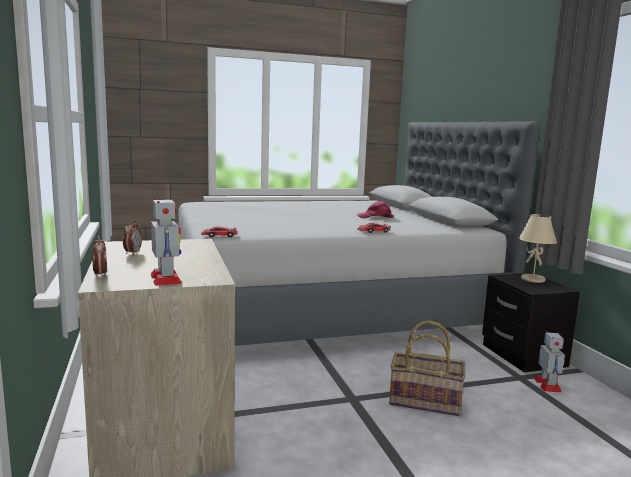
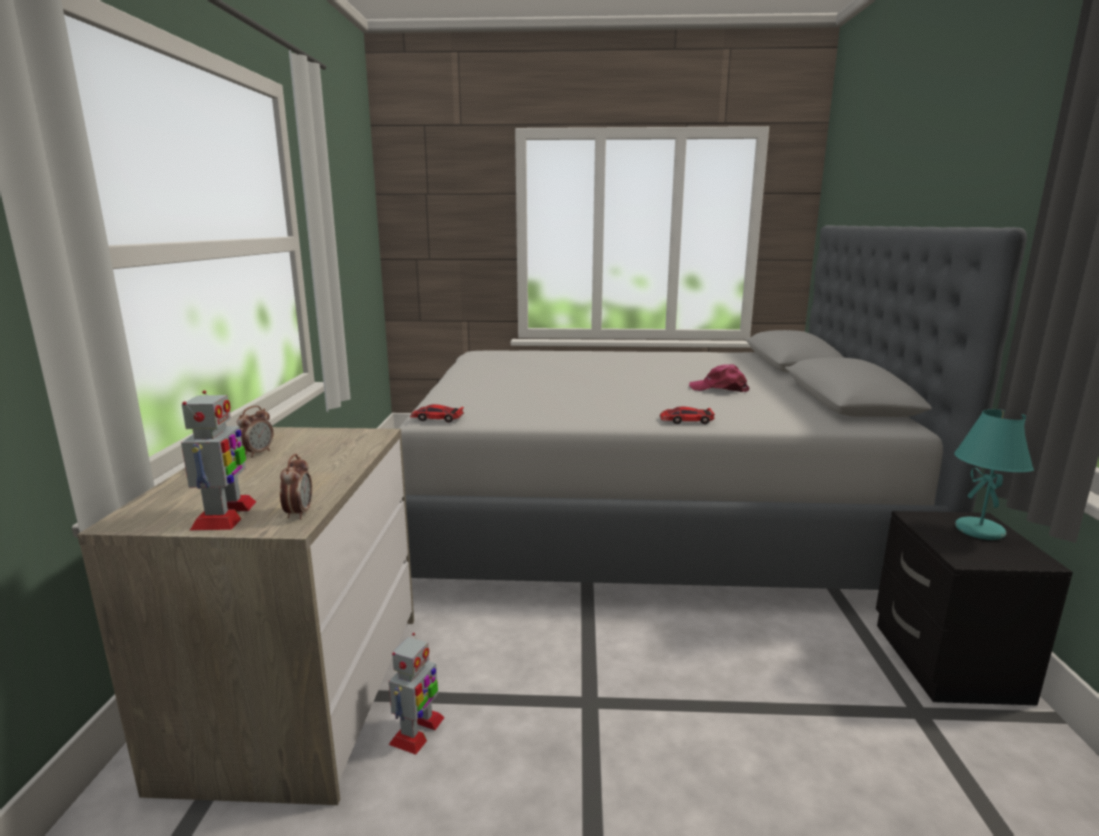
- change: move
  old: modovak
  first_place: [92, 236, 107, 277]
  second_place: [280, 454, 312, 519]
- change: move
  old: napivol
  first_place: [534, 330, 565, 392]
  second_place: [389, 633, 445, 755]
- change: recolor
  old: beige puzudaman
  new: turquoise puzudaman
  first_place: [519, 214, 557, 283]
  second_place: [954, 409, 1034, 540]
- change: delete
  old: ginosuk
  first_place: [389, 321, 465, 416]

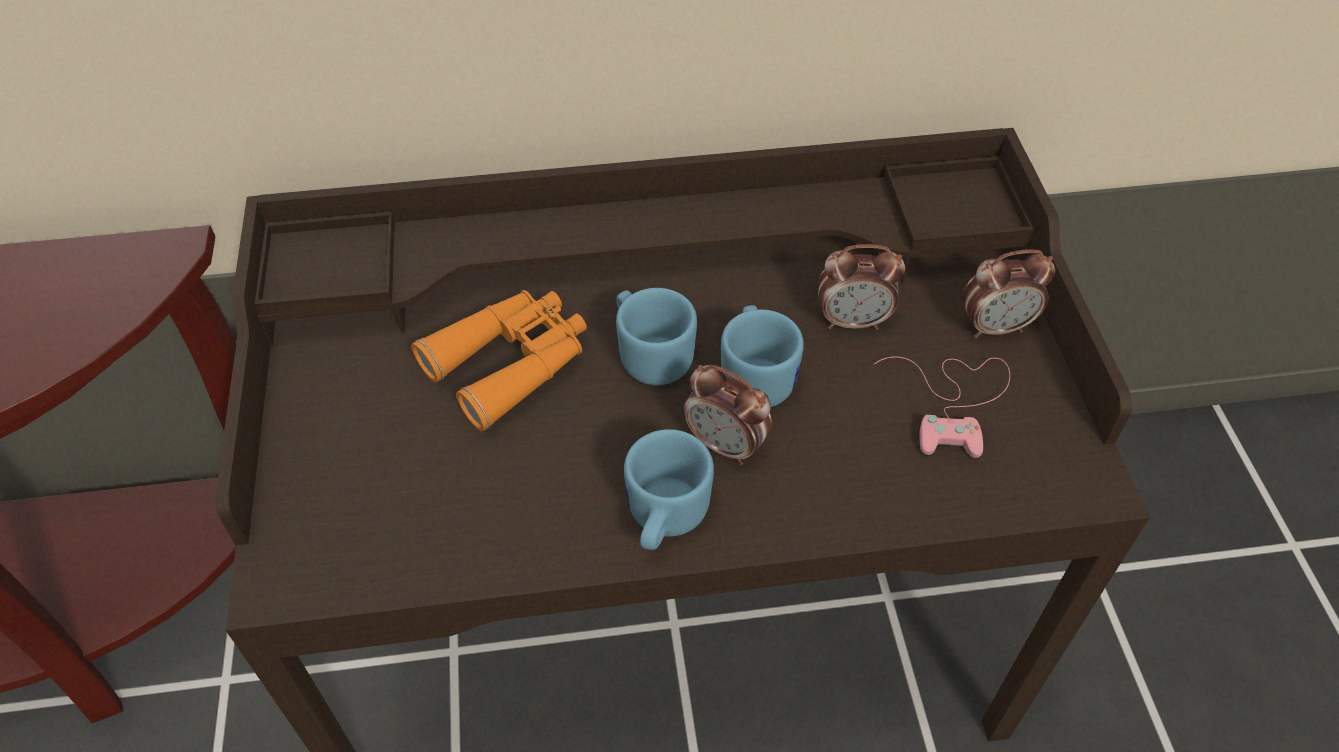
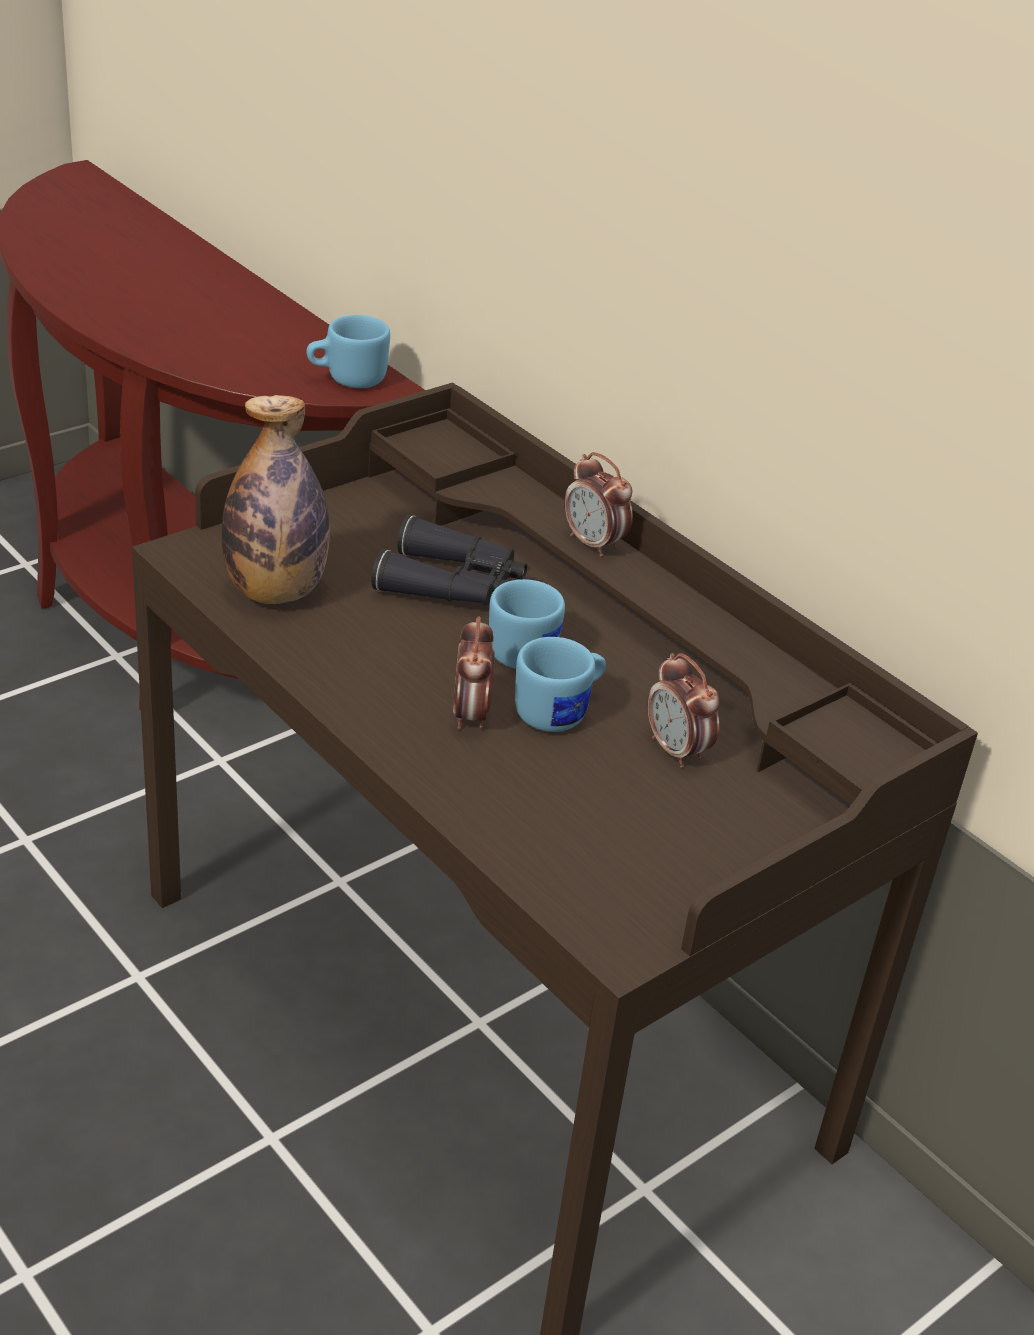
- change: insert
  new: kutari
  second_place: [222, 395, 330, 604]
- change: move
  old: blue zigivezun
  first_place: [624, 429, 714, 550]
  second_place: [307, 315, 390, 388]
- change: recolor
  old: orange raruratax
  new: black raruratax
  first_place: [411, 290, 587, 432]
  second_place: [372, 515, 527, 606]
- change: move
  old: modovak
  first_place: [962, 249, 1055, 338]
  second_place: [564, 452, 633, 557]
- change: delete
  old: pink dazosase
  first_place: [874, 356, 1010, 458]

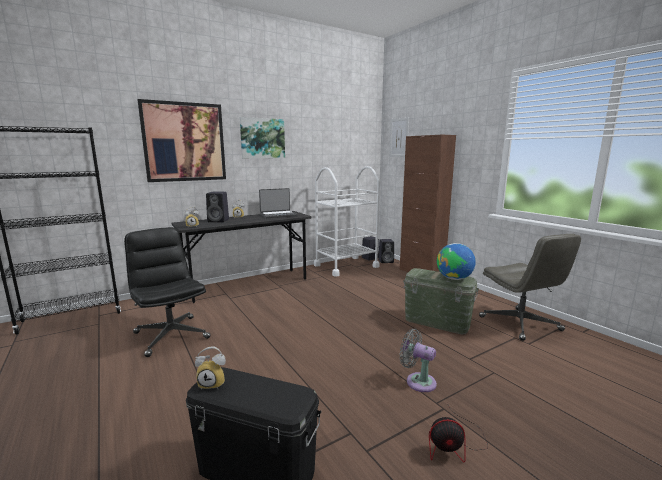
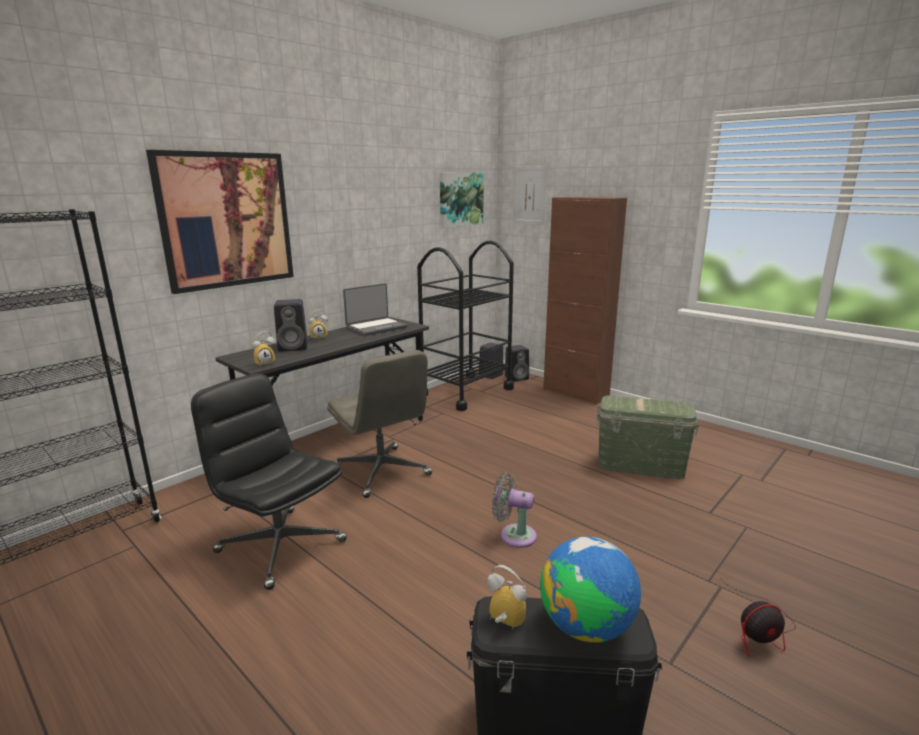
- change: move
  old: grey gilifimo
  first_place: [479, 234, 581, 341]
  second_place: [327, 350, 432, 498]
- change: recolor
  old: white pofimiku
  new: black pofimiku
  first_place: [314, 166, 380, 277]
  second_place: [417, 241, 514, 411]
- change: move
  old: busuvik
  first_place: [240, 117, 285, 159]
  second_place: [440, 172, 484, 228]
- change: rotate
  old: modovak
  first_place: [195, 346, 226, 390]
  second_place: [487, 565, 527, 629]
  degrees: -135
- change: move
  old: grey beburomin
  first_place: [399, 329, 437, 392]
  second_place: [492, 472, 537, 548]
- change: move
  old: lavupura
  first_place: [437, 243, 476, 280]
  second_place: [540, 537, 641, 643]

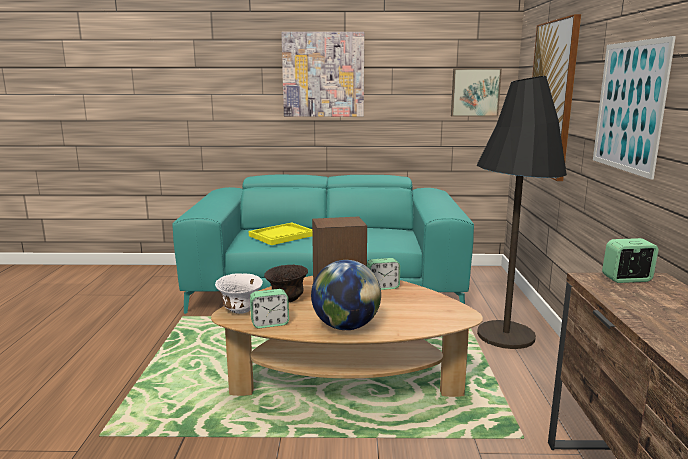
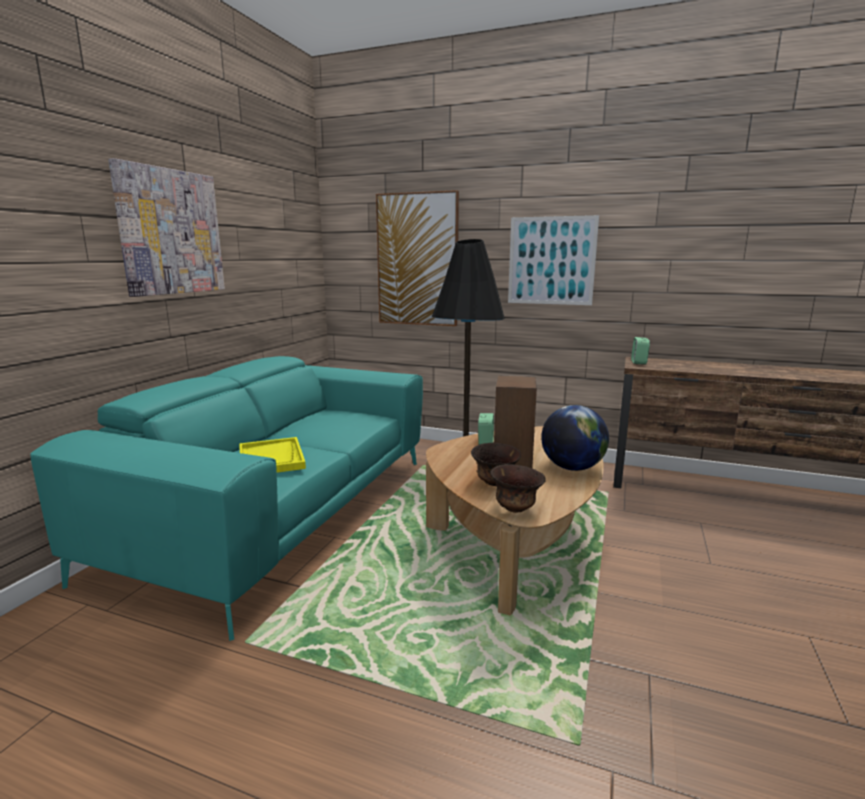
- change: recolor
  old: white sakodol
  new: brown sakodol
  first_place: [215, 273, 263, 314]
  second_place: [490, 464, 546, 513]
- change: delete
  old: modovak
  first_place: [250, 289, 289, 328]
- change: delete
  old: busuvik
  first_place: [451, 68, 502, 117]

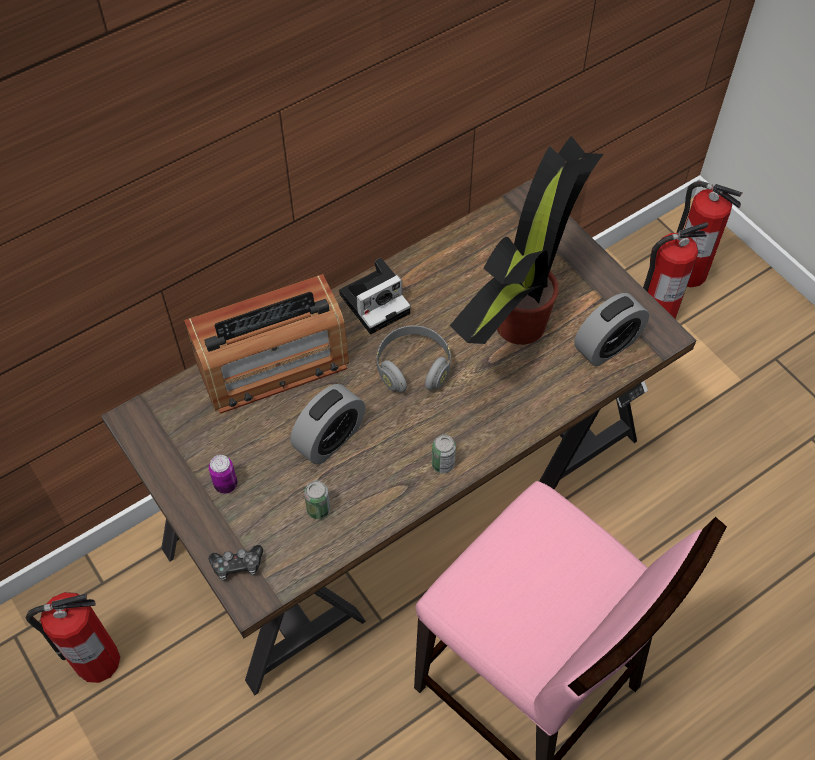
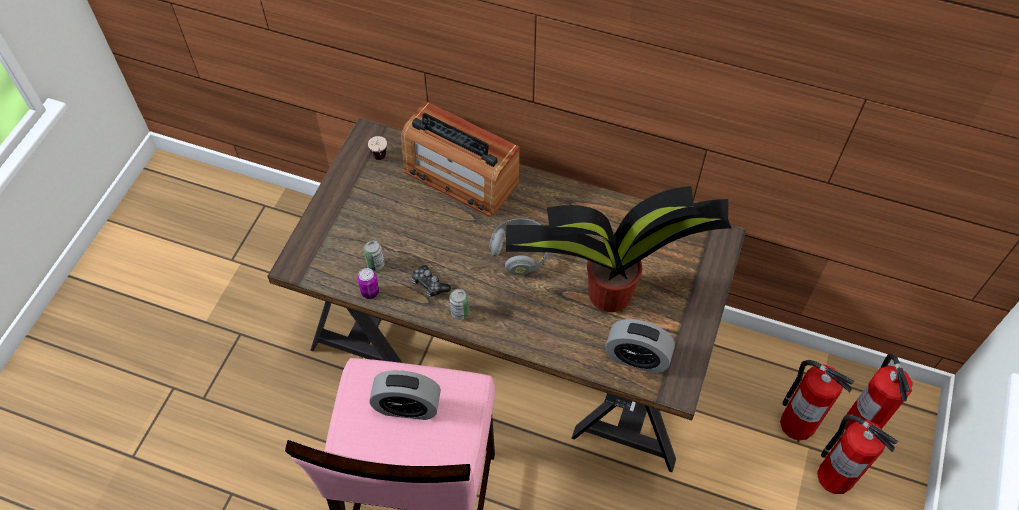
- change: move
  old: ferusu
  first_place: [209, 455, 237, 494]
  second_place: [357, 268, 379, 299]
- change: insert
  new: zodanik
  second_place: [368, 136, 387, 160]
- change: move
  old: modovak
  first_place: [291, 384, 365, 464]
  second_place: [369, 370, 441, 420]
- change: move
  old: dazosase
  first_place: [209, 545, 263, 581]
  second_place: [411, 265, 451, 297]
- change: move
  old: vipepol
  first_place: [25, 592, 120, 683]
  second_place: [817, 414, 898, 494]
- change: delete
  old: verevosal
  first_place: [339, 258, 411, 334]

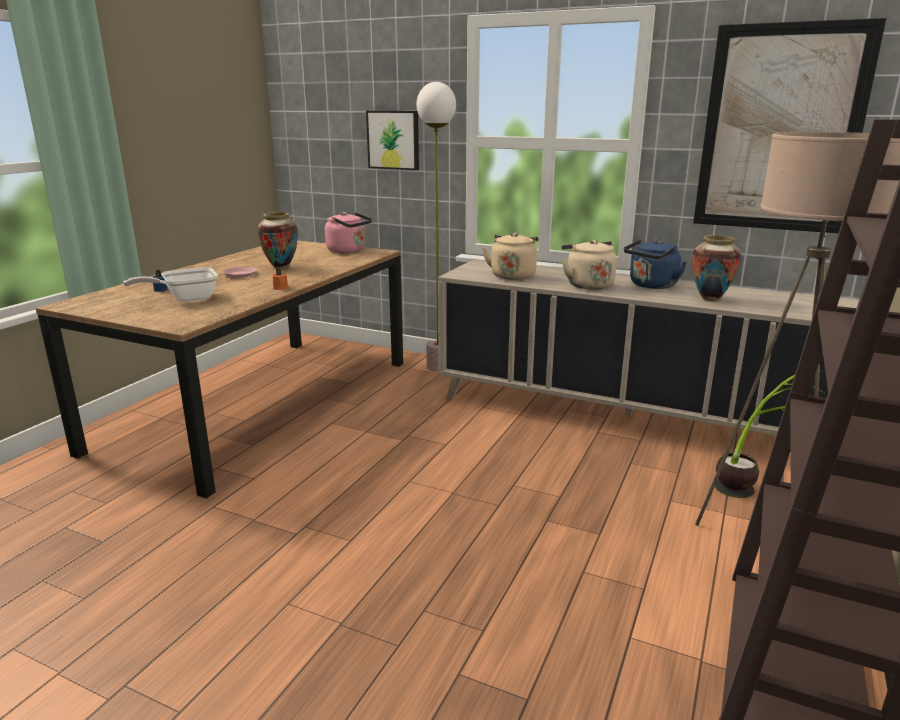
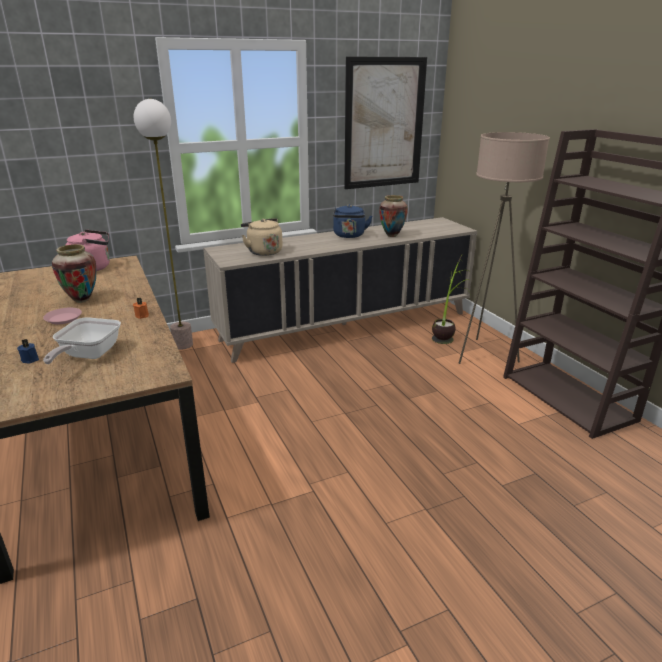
- change: delete
  old: busuvik
  first_place: [366, 111, 419, 170]
- change: delete
  old: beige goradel
  first_place: [562, 240, 617, 289]

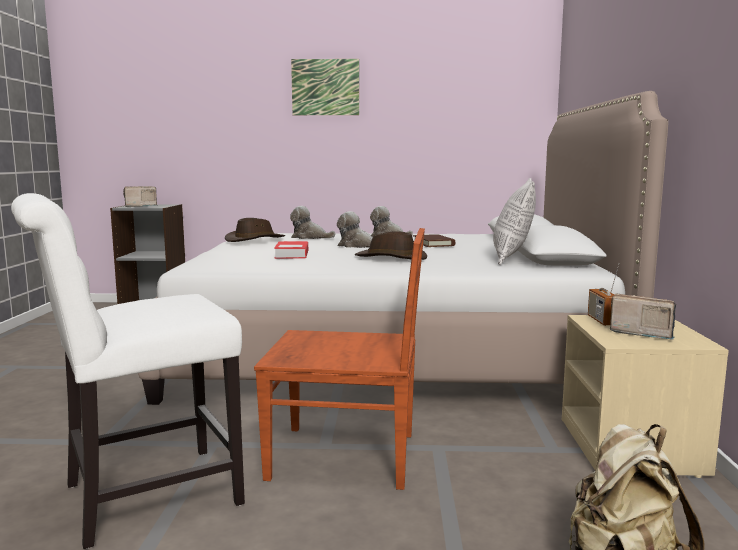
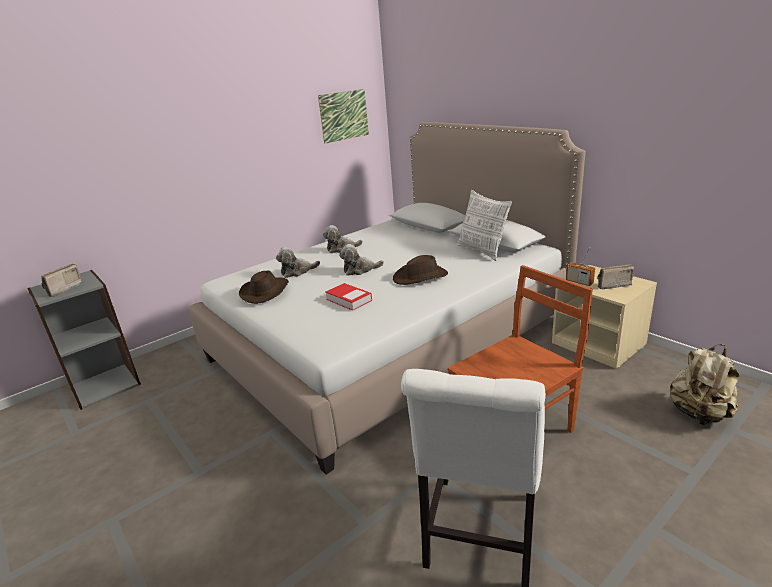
- change: move
  old: busuvik
  first_place: [291, 59, 359, 115]
  second_place: [318, 89, 369, 144]
- change: delete
  old: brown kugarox
  first_place: [413, 234, 456, 247]

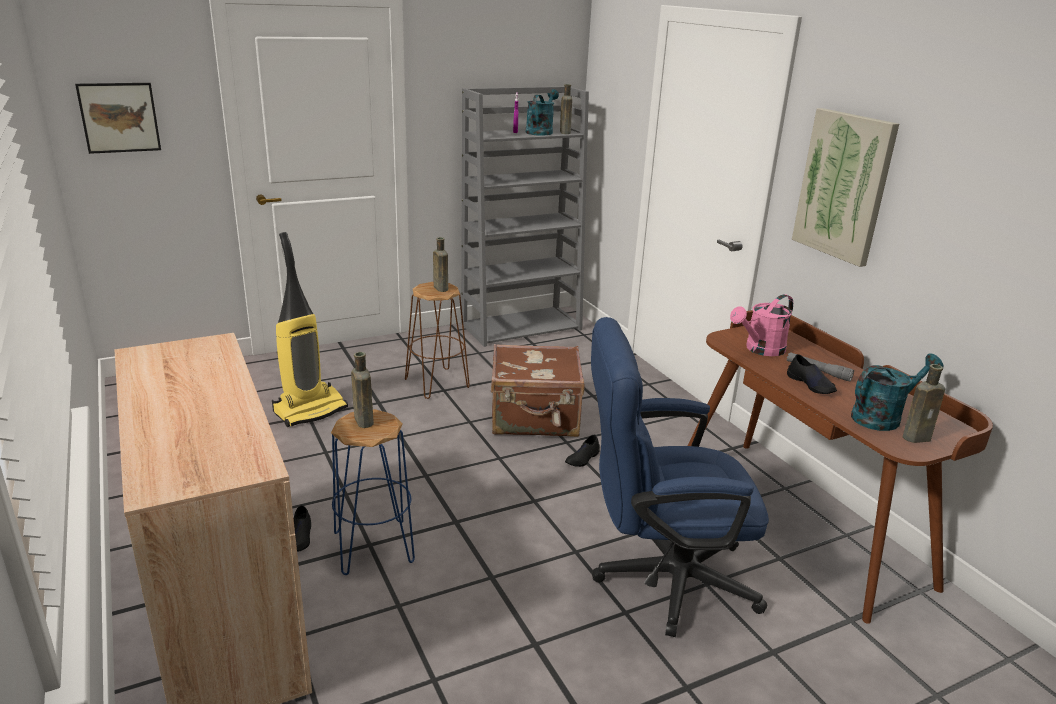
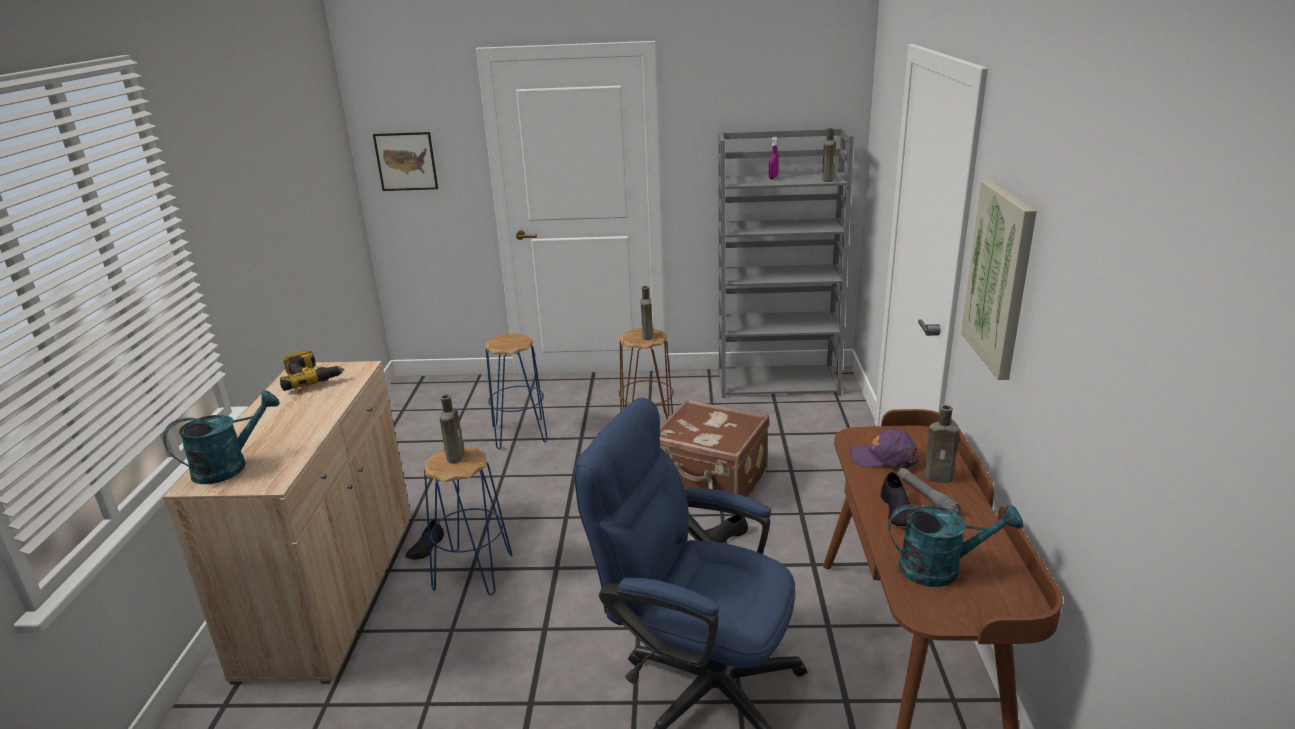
- change: move
  old: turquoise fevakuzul
  first_place: [526, 89, 559, 136]
  second_place: [163, 390, 280, 484]
- change: insert
  new: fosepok
  second_place: [280, 350, 344, 391]
- change: replace
  old: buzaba
  new: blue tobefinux
  first_place: [272, 232, 348, 427]
  second_place: [484, 333, 548, 449]
- change: replace
  old: pink fevakuzul
  new: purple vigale
  first_place: [730, 294, 793, 356]
  second_place: [850, 429, 919, 469]
- change: move
  old: brown kutari
  first_place: [903, 364, 945, 443]
  second_place: [924, 405, 960, 483]

